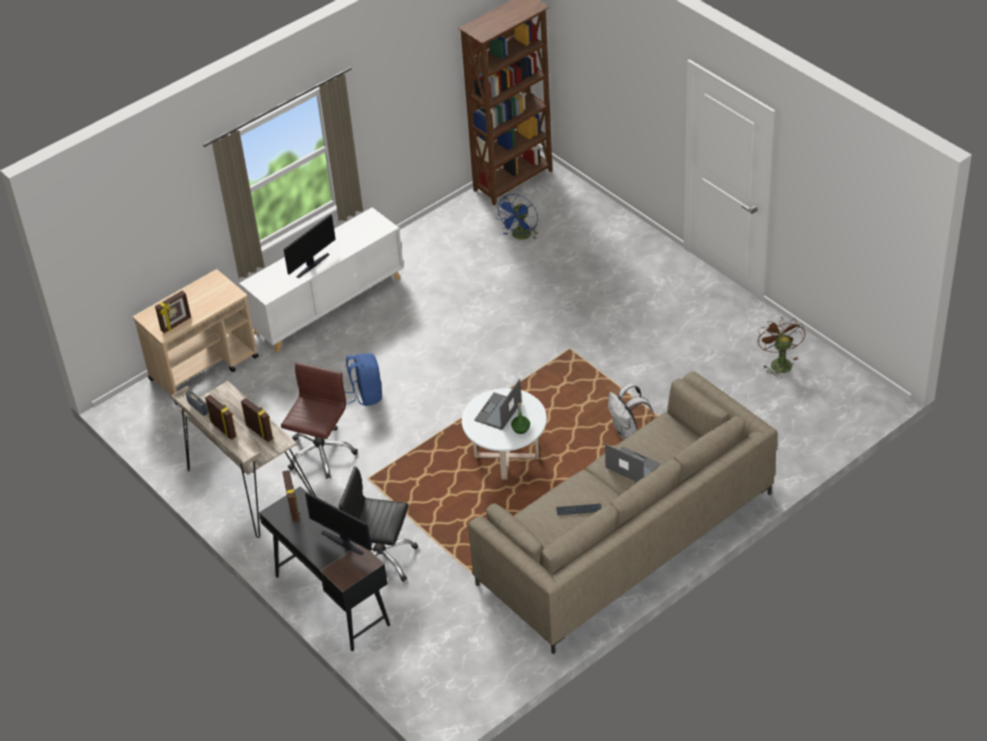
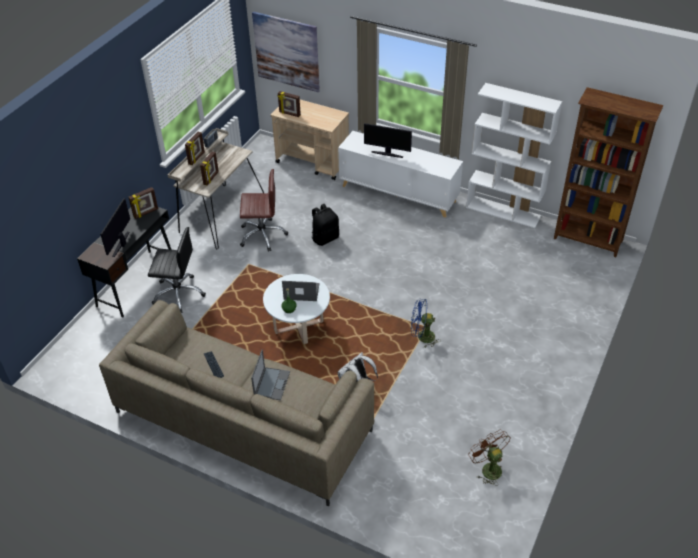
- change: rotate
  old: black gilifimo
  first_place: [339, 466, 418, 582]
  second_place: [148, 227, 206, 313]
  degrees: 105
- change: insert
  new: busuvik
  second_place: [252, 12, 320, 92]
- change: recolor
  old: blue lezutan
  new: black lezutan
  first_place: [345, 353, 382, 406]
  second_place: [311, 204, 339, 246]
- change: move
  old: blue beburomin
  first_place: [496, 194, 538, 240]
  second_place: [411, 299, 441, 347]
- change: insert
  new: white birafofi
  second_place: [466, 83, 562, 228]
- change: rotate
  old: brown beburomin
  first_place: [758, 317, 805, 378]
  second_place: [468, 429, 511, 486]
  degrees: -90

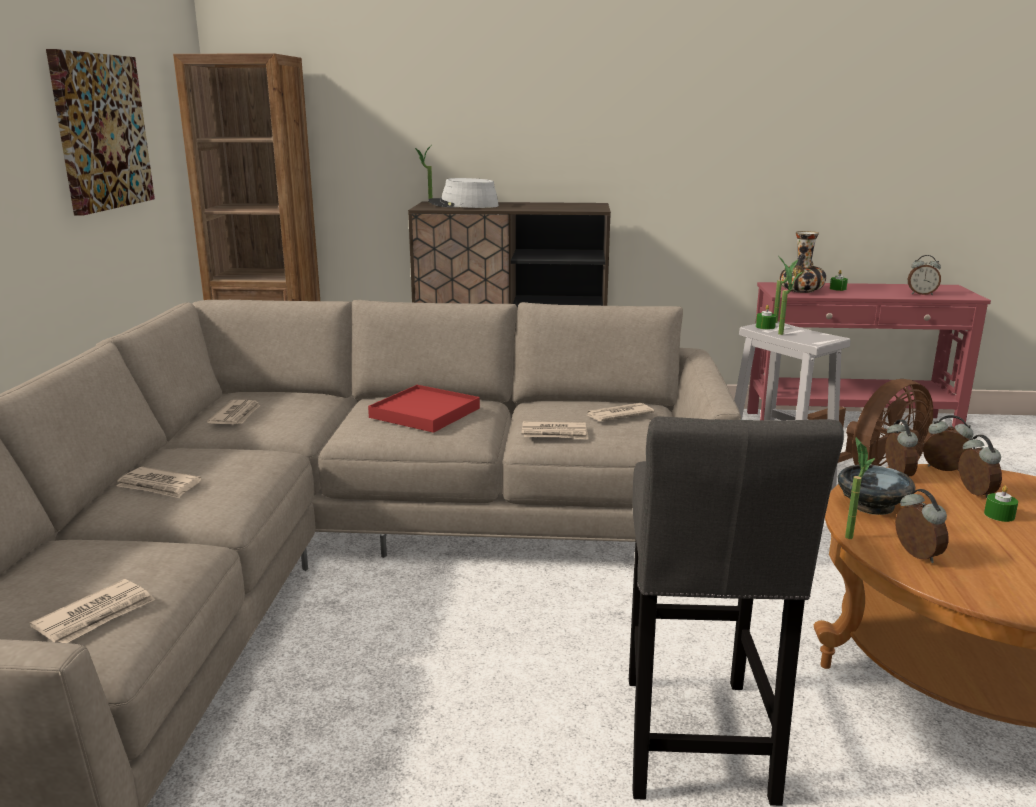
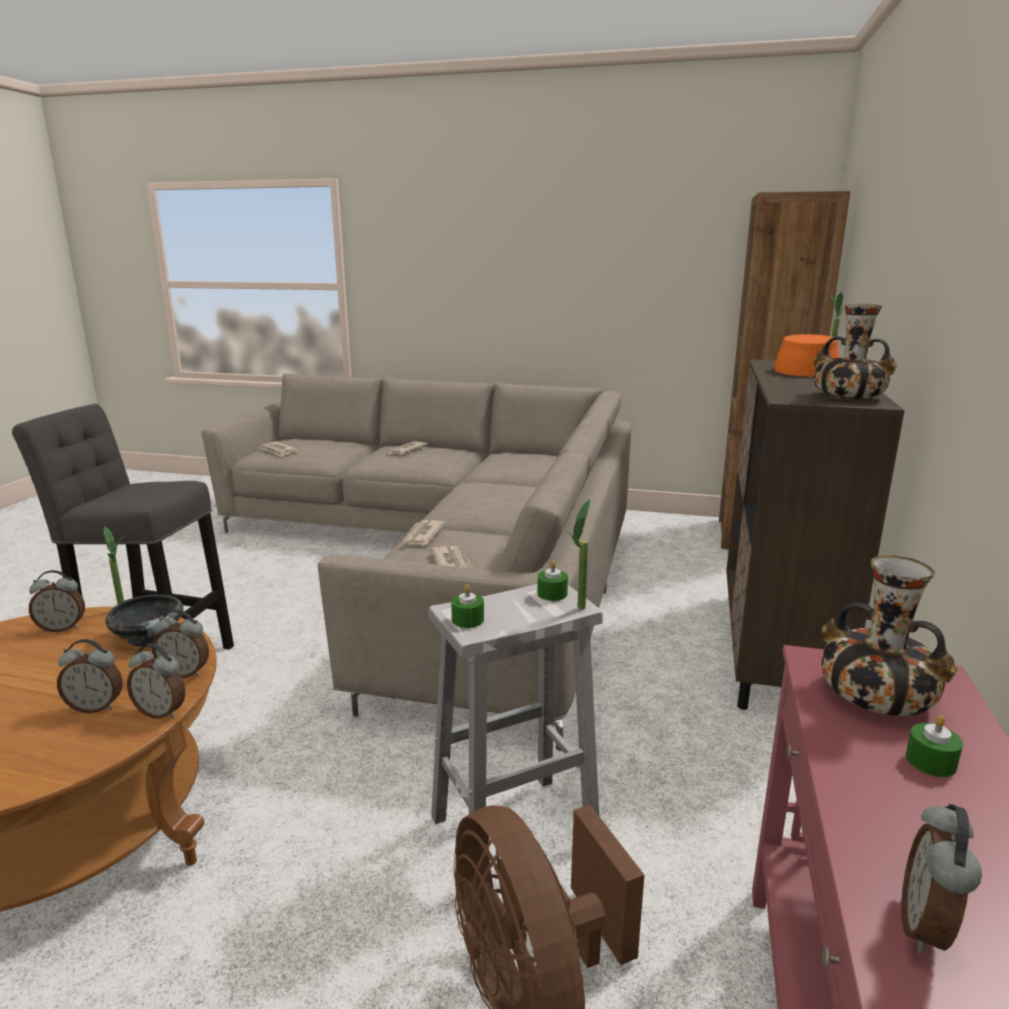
- change: rotate
  old: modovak
  first_place: [923, 415, 974, 471]
  second_place: [127, 643, 185, 719]
  degrees: 75
- change: move
  old: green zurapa
  first_place: [984, 485, 1018, 522]
  second_place: [451, 585, 484, 628]
- change: recolor
  old: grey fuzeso
  new: orange fuzeso
  first_place: [428, 178, 499, 208]
  second_place: [774, 334, 839, 377]
- change: insert
  new: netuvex
  second_place: [813, 304, 897, 400]
- change: delete
  old: busuvik
  first_place: [46, 49, 155, 216]
- change: delete
  old: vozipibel
  first_place: [207, 400, 260, 425]
- change: delete
  old: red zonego
  first_place: [368, 385, 480, 433]
- change: delete
  old: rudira
  first_place: [778, 264, 805, 335]

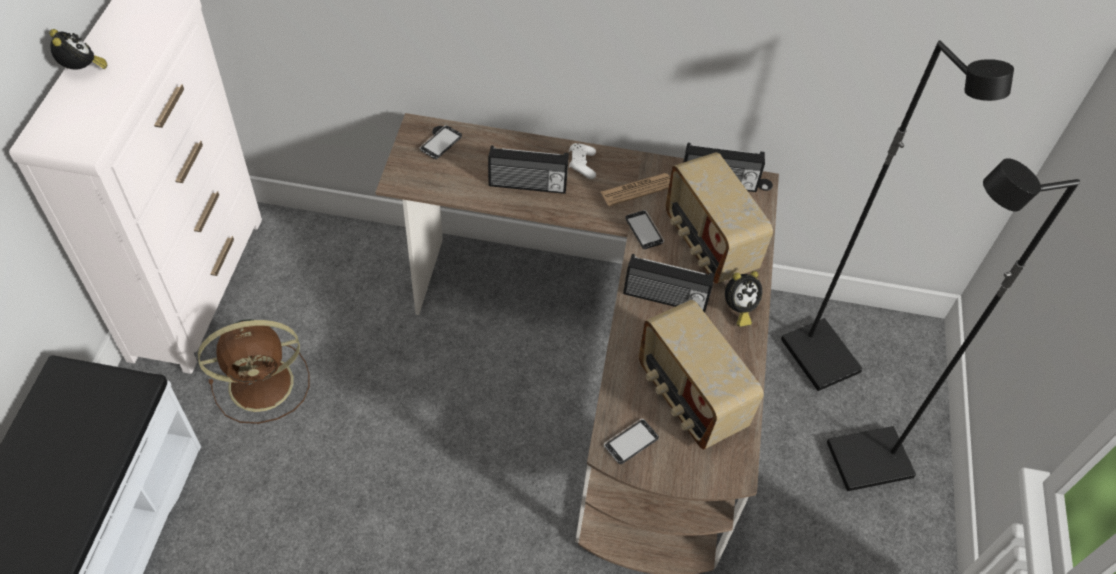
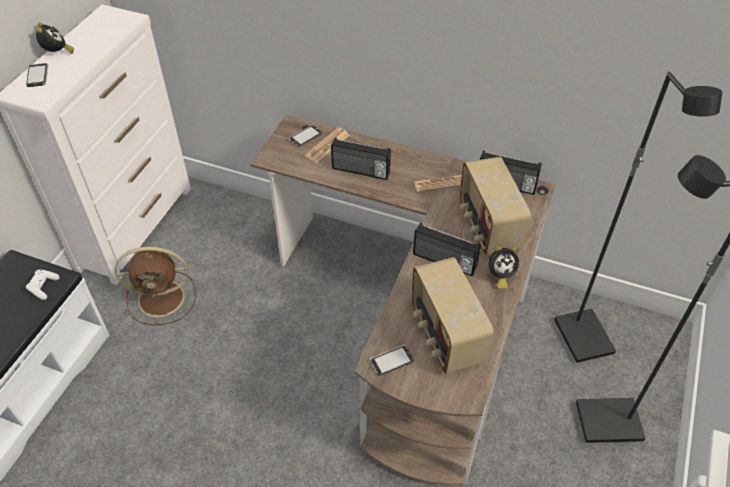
- change: move
  old: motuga
  first_place: [625, 210, 664, 249]
  second_place: [26, 63, 48, 87]
- change: move
  old: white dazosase
  first_place: [569, 143, 596, 179]
  second_place: [26, 270, 60, 300]
- change: insert
  new: vozipibel
  second_place: [305, 127, 350, 163]

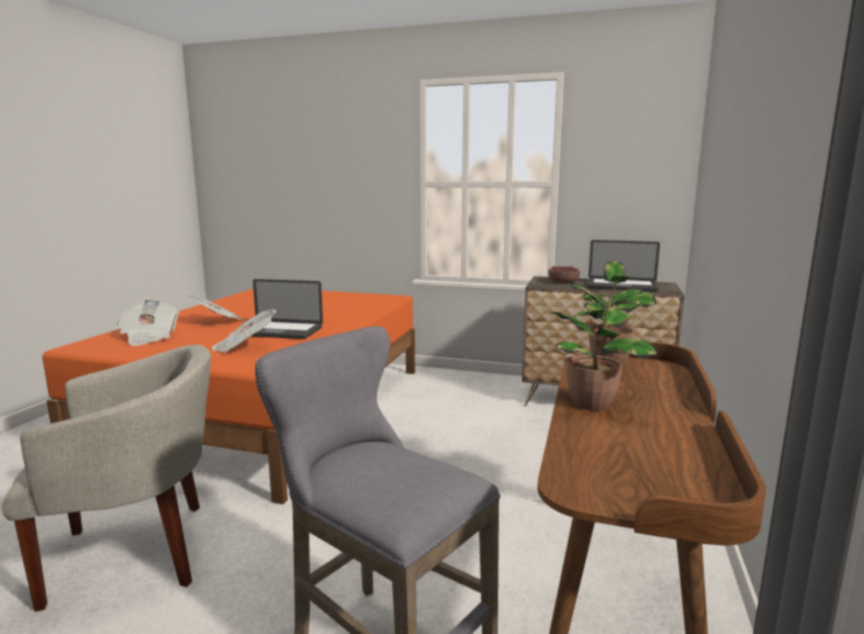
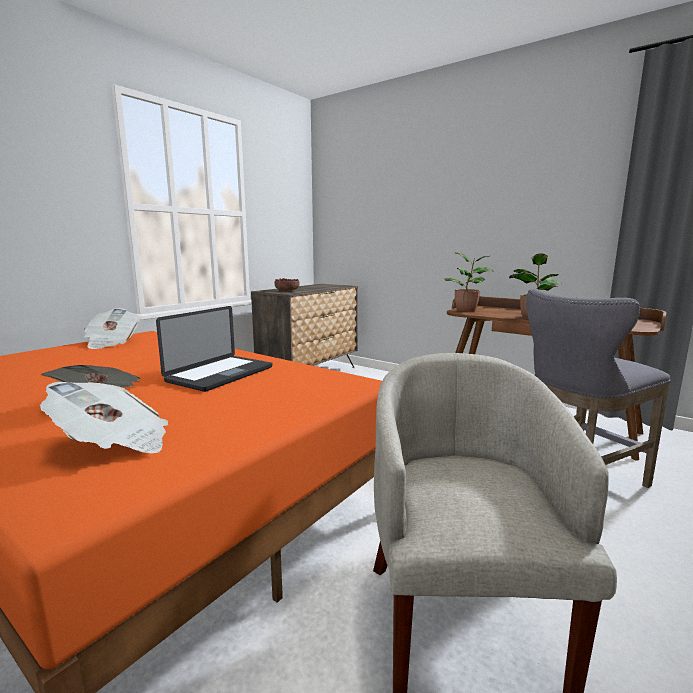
- change: move
  old: vozipibel
  first_place: [211, 309, 276, 352]
  second_place: [84, 308, 141, 349]
- change: delete
  old: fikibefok
  first_place: [587, 240, 660, 292]

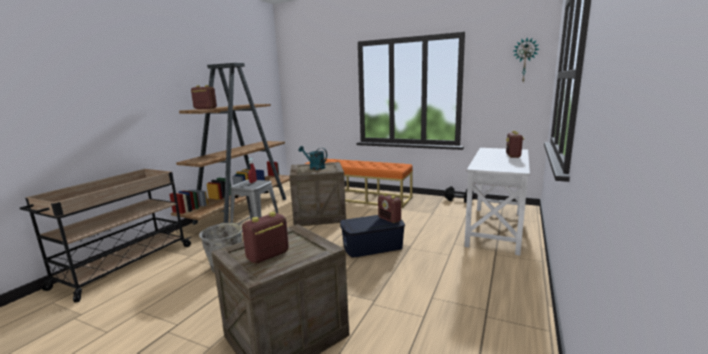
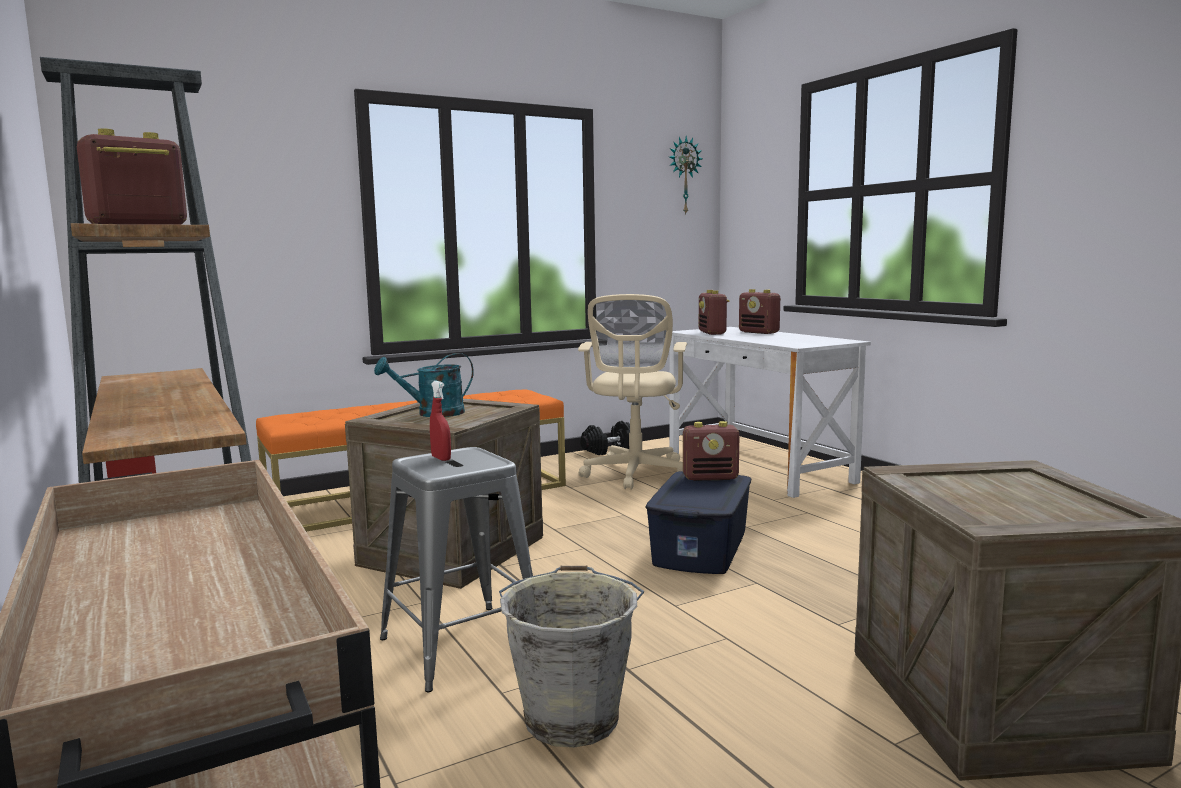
- change: insert
  new: beige gilifimo
  second_place: [578, 294, 687, 489]
- change: move
  old: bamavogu
  first_place: [242, 212, 289, 264]
  second_place: [699, 290, 729, 335]

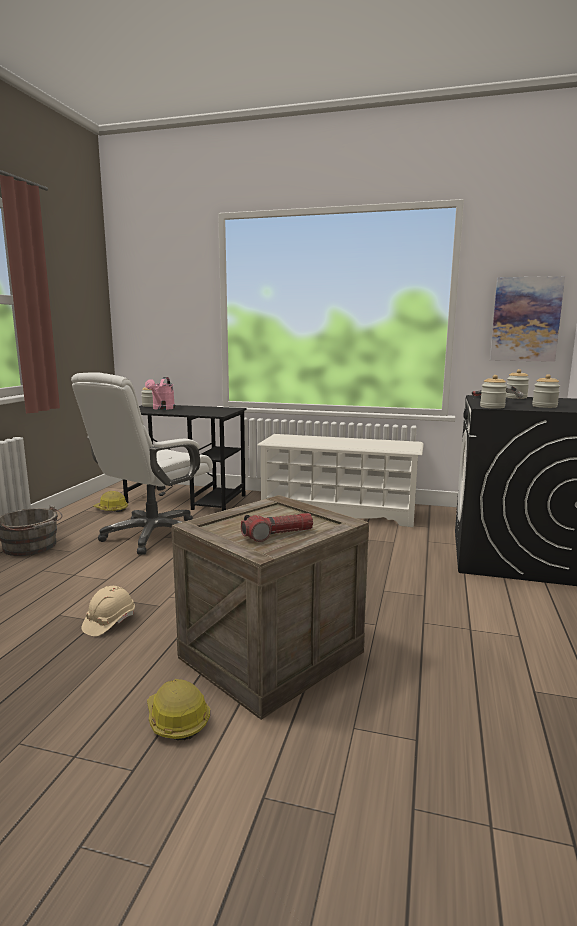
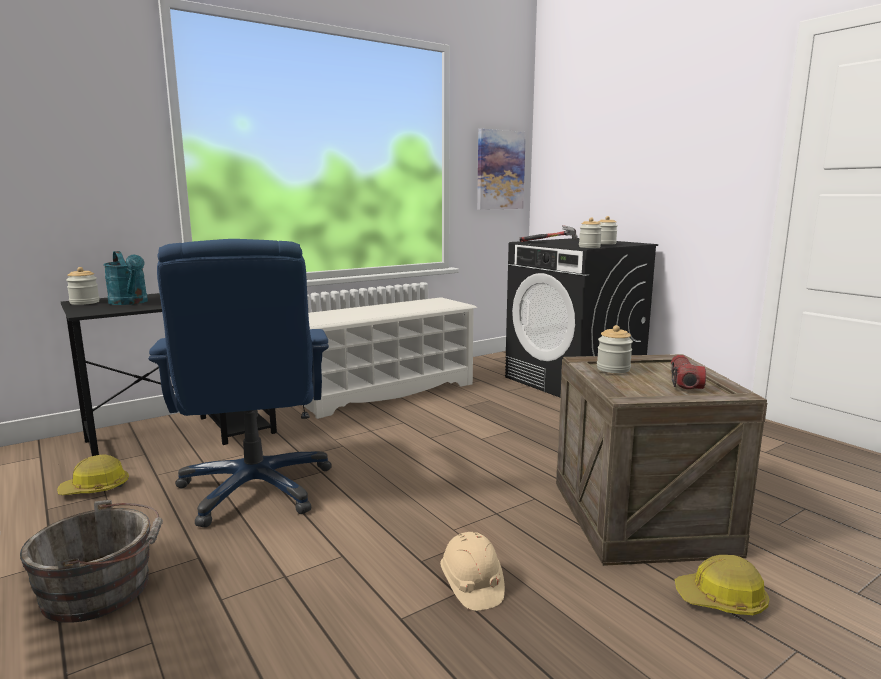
- change: recolor
  old: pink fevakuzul
  new: turquoise fevakuzul
  first_place: [145, 377, 175, 410]
  second_place: [103, 251, 148, 305]
- change: recolor
  old: white gilifimo
  new: blue gilifimo
  first_place: [71, 372, 213, 555]
  second_place: [148, 239, 332, 527]
- change: move
  old: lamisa
  first_place: [506, 369, 530, 399]
  second_place: [597, 325, 633, 373]

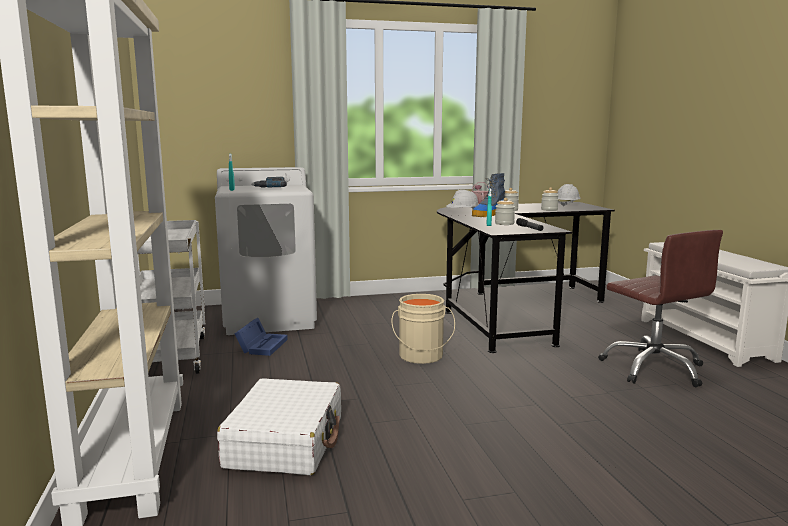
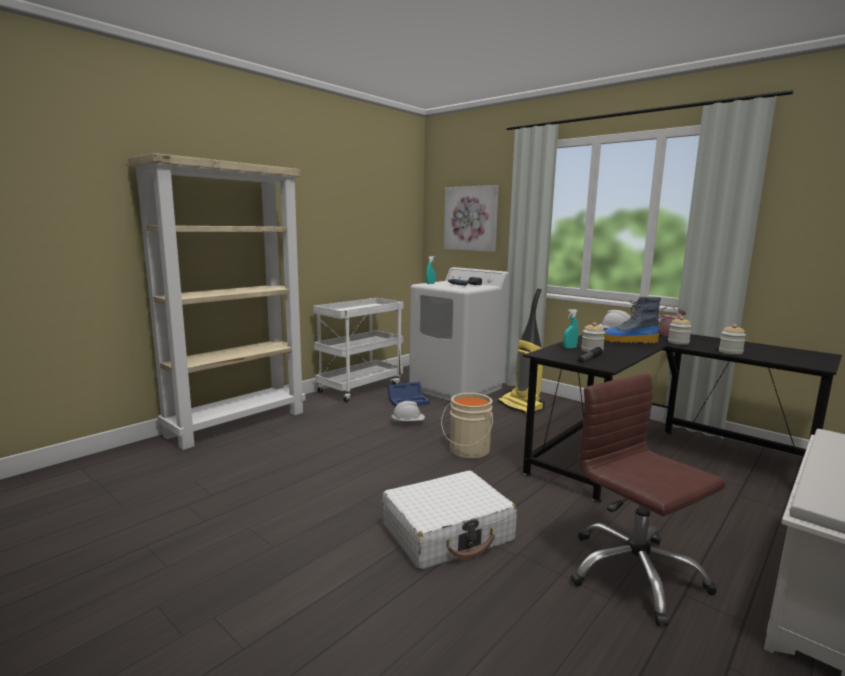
- change: move
  old: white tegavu
  first_place: [217, 378, 341, 475]
  second_place: [382, 471, 517, 570]
- change: move
  old: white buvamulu
  first_place: [557, 184, 581, 207]
  second_place: [391, 401, 425, 423]
- change: insert
  new: busuvik
  second_place: [444, 185, 499, 252]
- change: insert
  new: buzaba
  second_place: [498, 288, 545, 414]
- change: rotate
  old: brown gilifimo
  first_place: [598, 230, 723, 387]
  second_place: [570, 374, 725, 626]
  degrees: 120

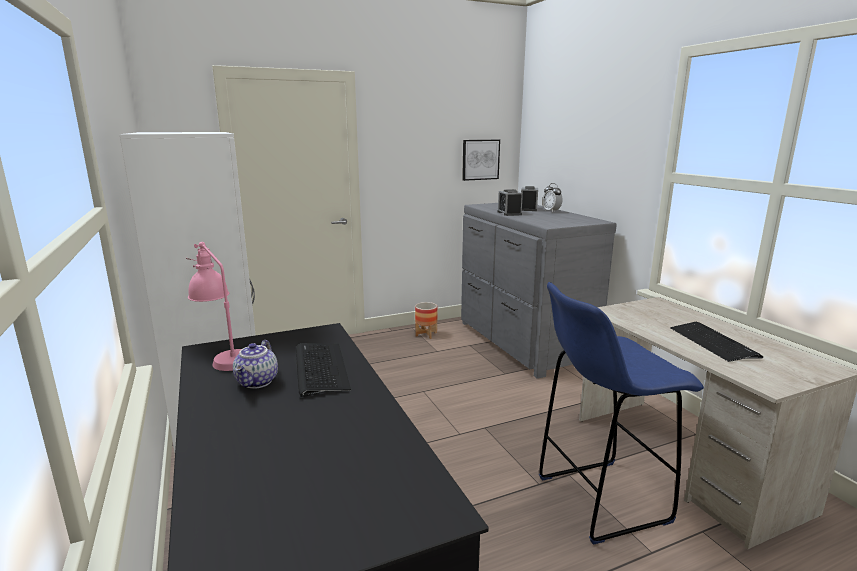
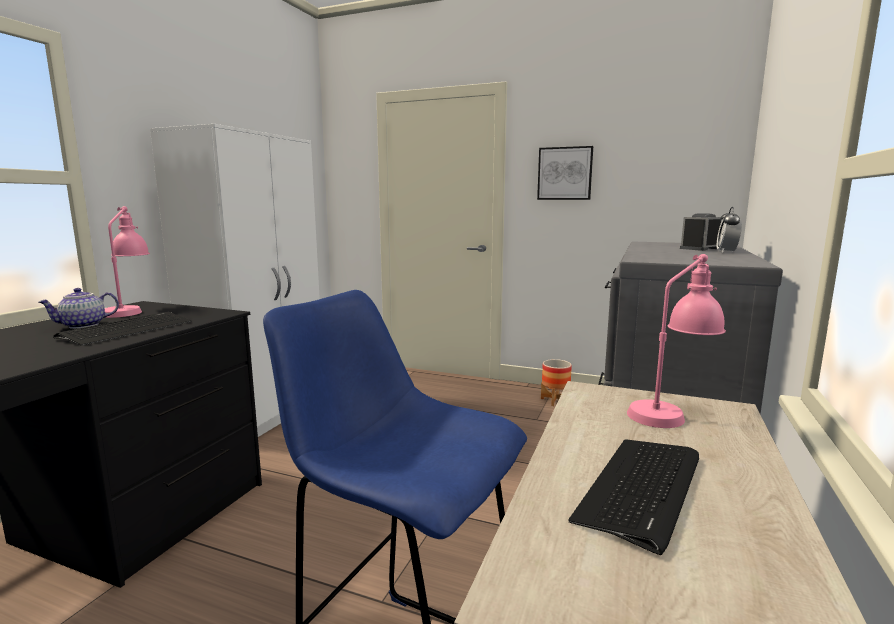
- change: move
  old: busuvik
  first_place: [462, 140, 500, 181]
  second_place: [537, 146, 593, 200]
- change: insert
  new: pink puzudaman
  second_place: [627, 254, 726, 428]
- change: delete
  old: modovak
  first_place: [498, 189, 523, 216]

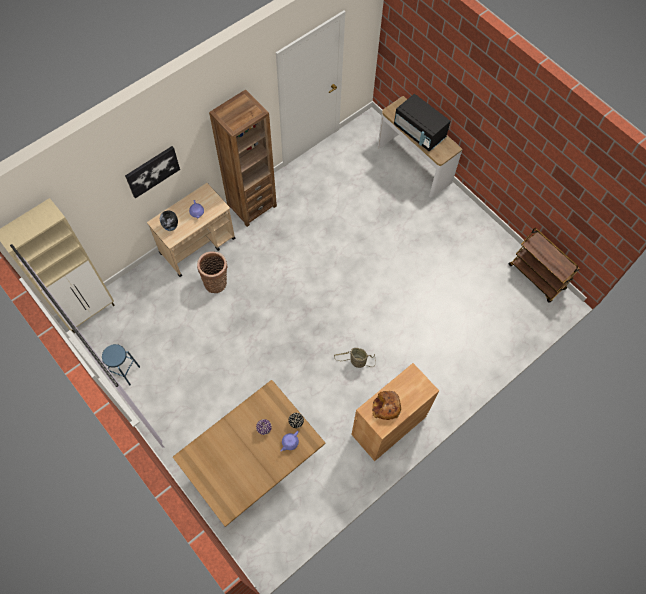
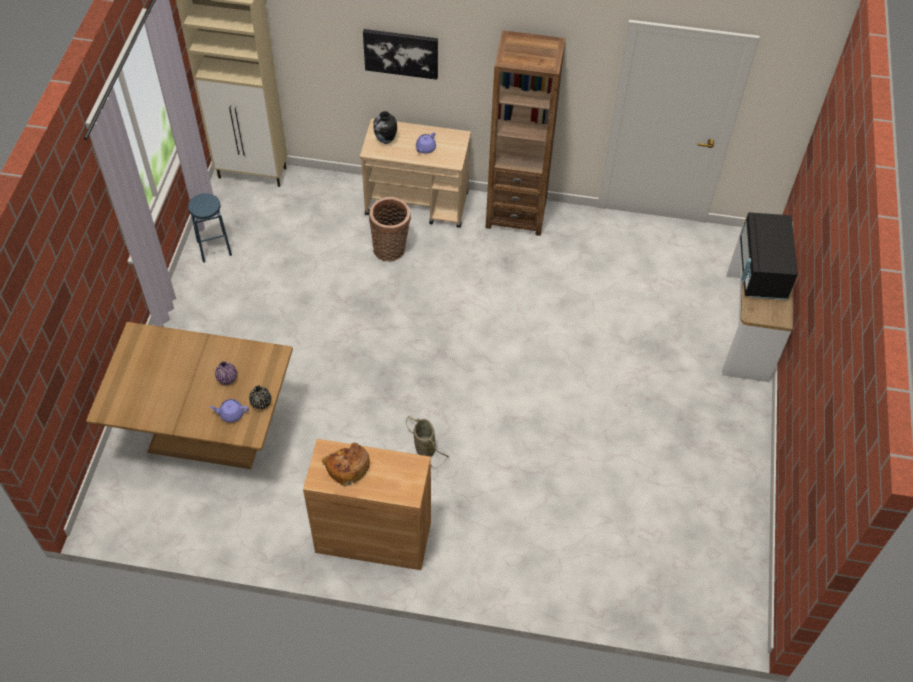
- change: delete
  old: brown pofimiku
  first_place: [509, 228, 580, 303]

